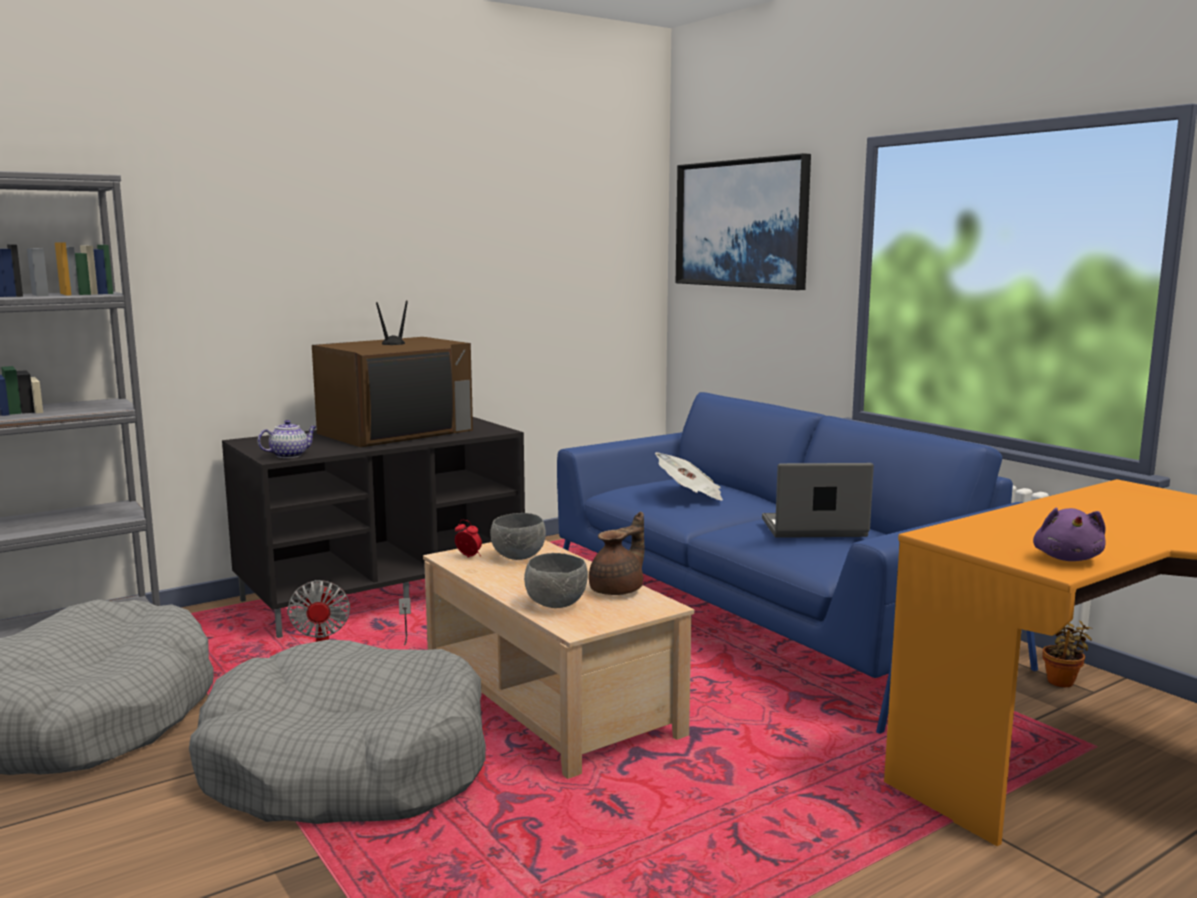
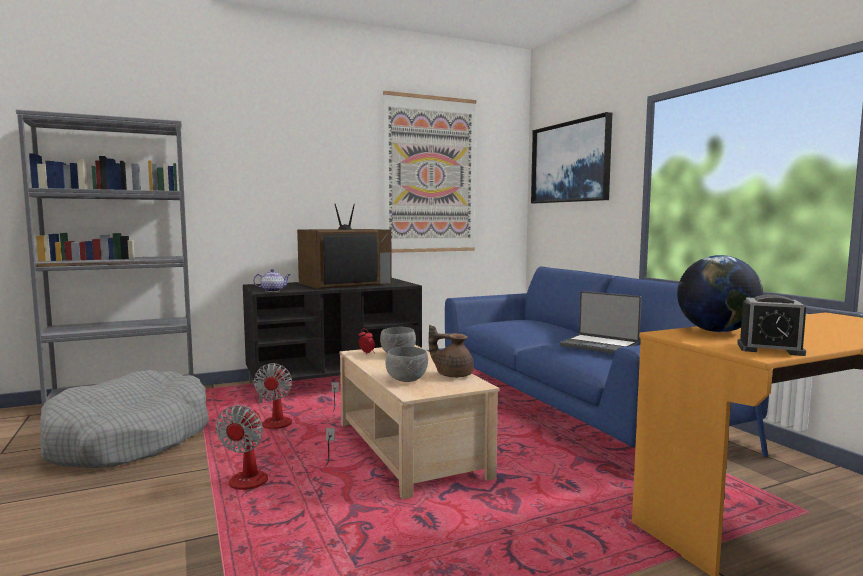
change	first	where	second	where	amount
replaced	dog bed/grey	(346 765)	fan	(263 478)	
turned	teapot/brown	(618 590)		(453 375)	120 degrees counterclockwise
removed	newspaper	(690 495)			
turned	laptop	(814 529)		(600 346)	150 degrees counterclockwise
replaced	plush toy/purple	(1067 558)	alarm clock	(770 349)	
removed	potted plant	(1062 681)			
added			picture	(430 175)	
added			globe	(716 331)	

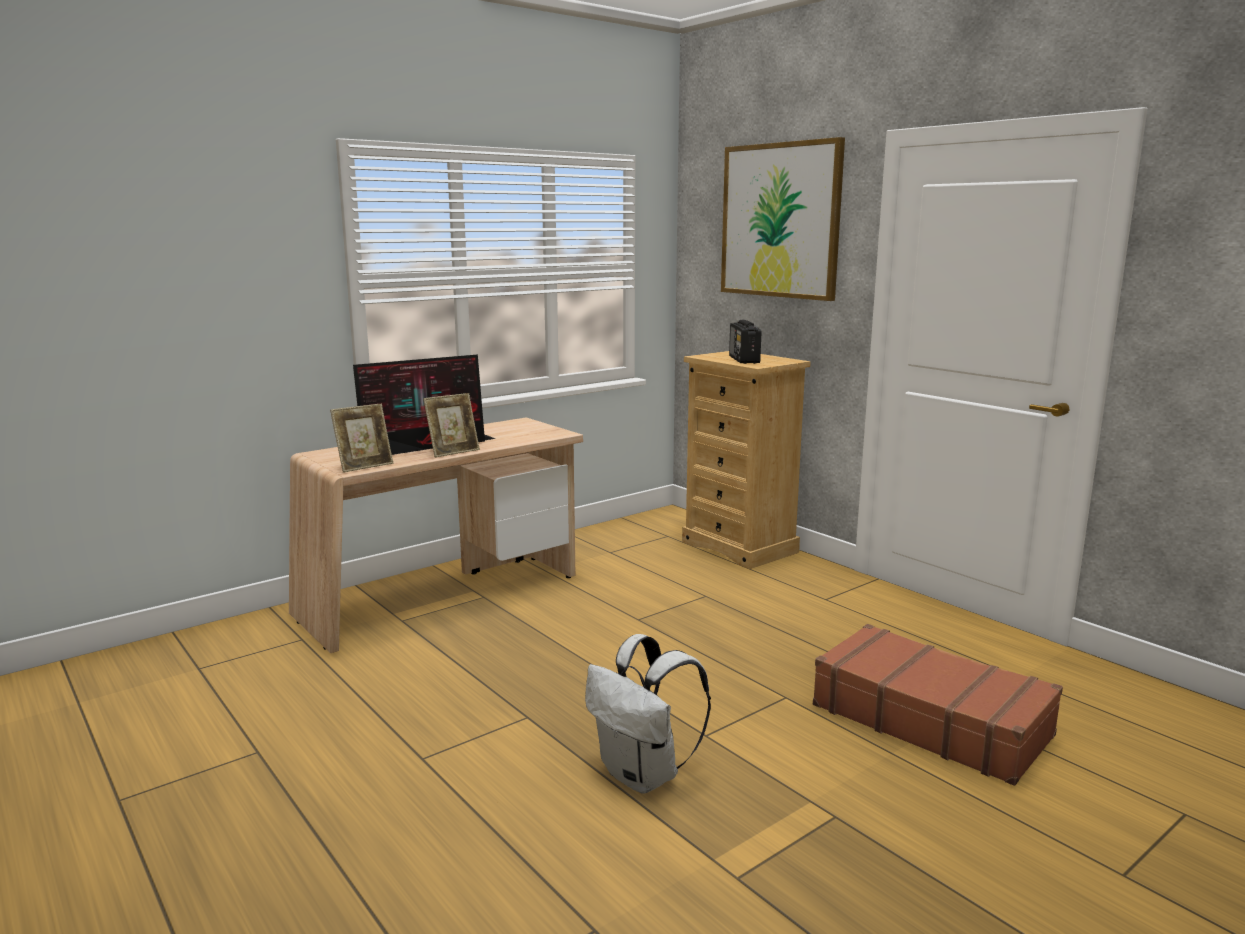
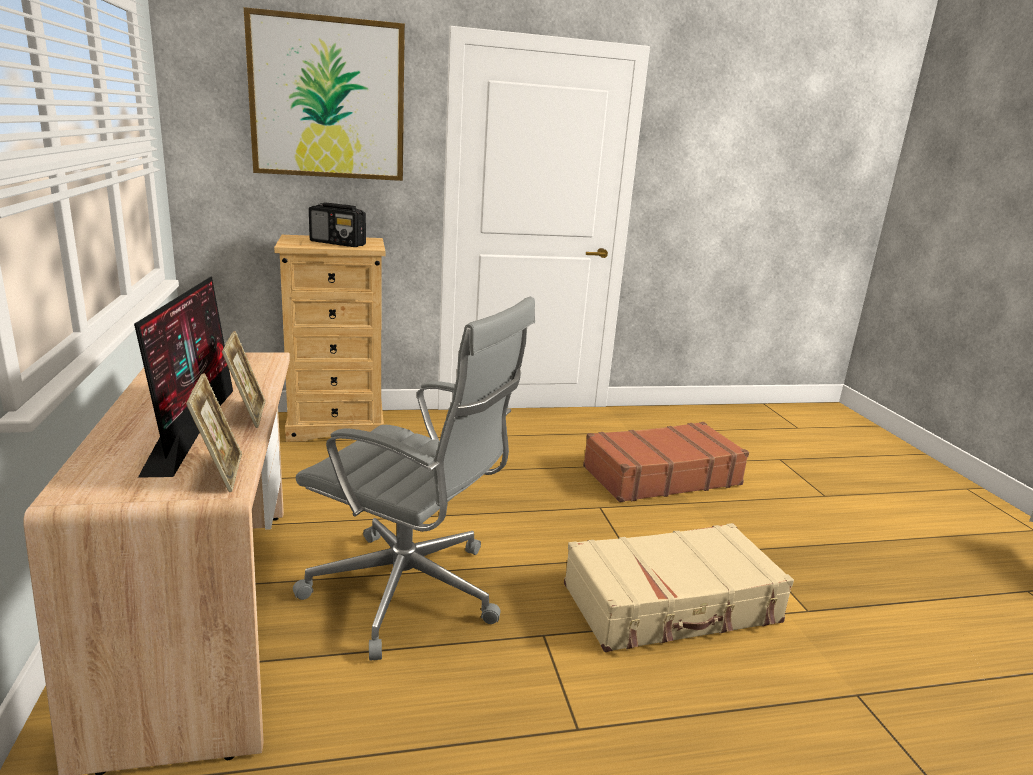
change	first	where	second	where	amount
replaced	backpack/white	(643 775)	suitcase/beige	(672 605)	
added			office chair/grey	(410 593)	

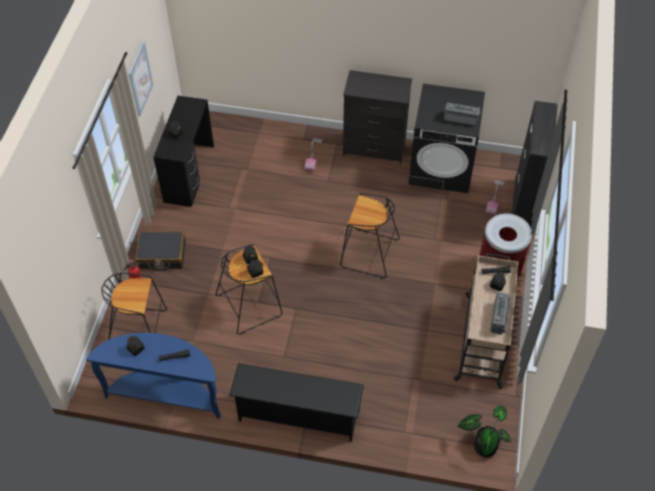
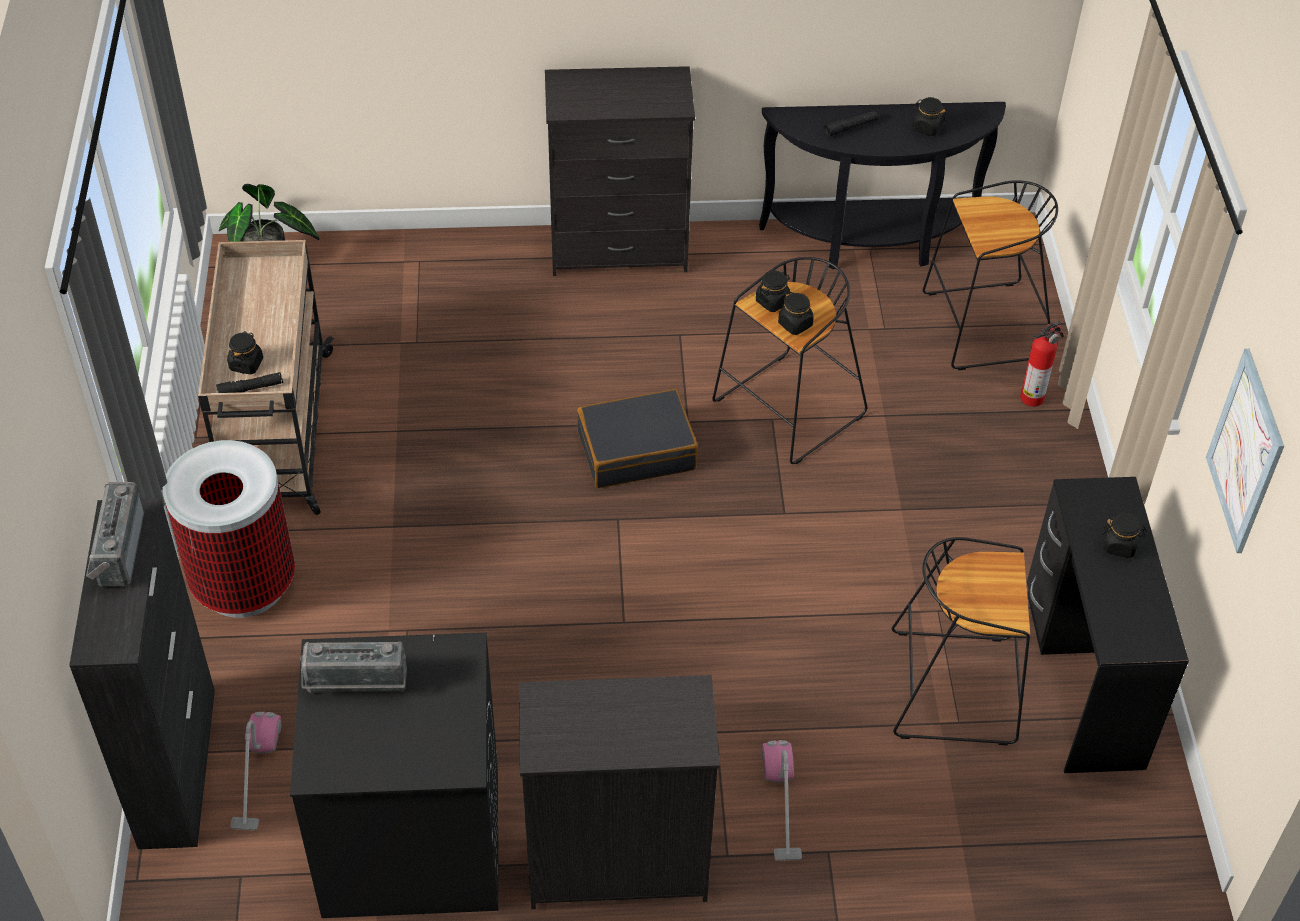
change	first	where	second	where	amount
recoloured	console table/blue	(166 394)	console table/black	(872 243)	
moved	suitcase/black	(162 255)		(636 450)	
replaced	shoe rack/black	(297 417)	dresser/black	(620 250)	
moved	stool/black	(368 253)		(955 686)	
moved	radio	(500 318)		(116 549)	

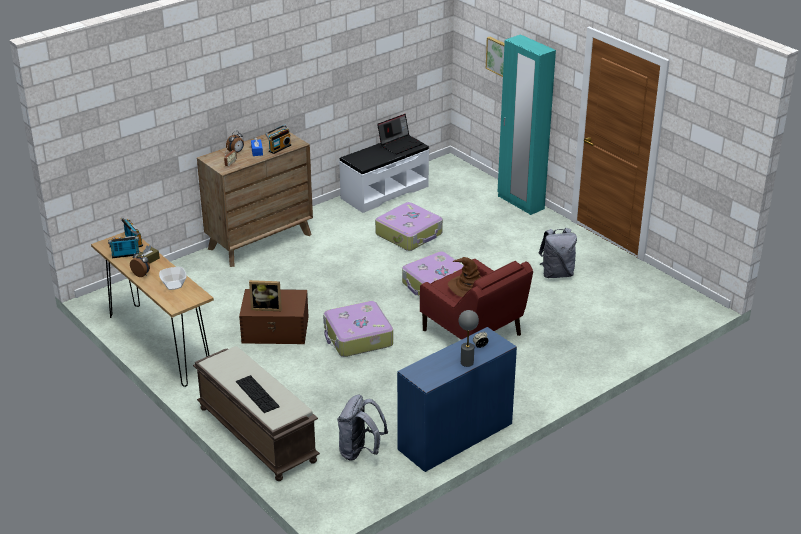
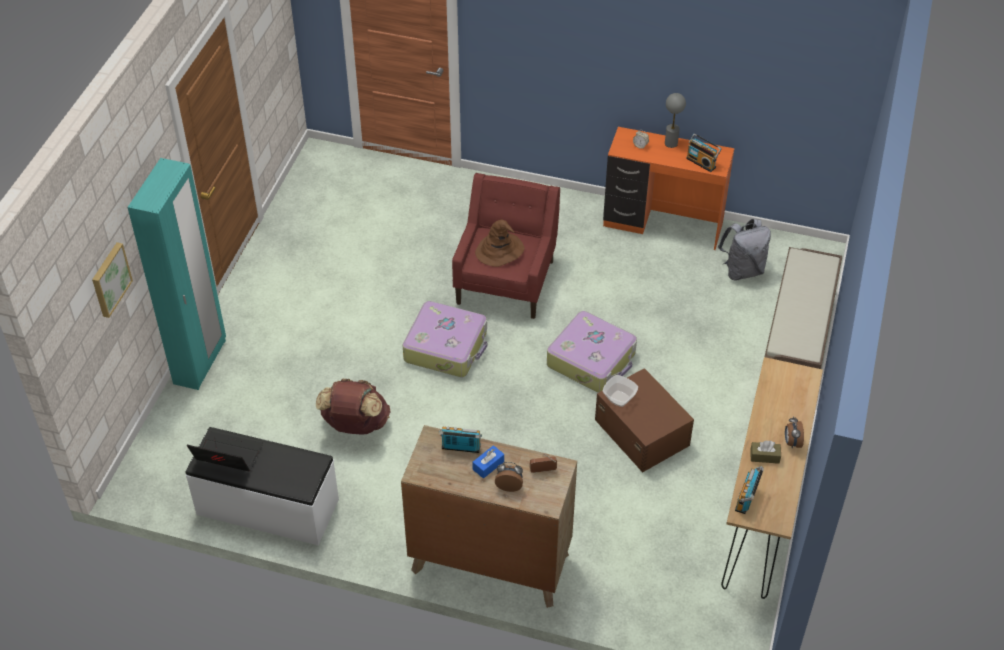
change	first	where	second	where	amount
moved	radio	(125 255)		(702 162)	
moved	bowl	(174 285)		(619 398)	
removed	keyboard	(257 394)			
removed	picture frame	(267 307)			
replaced	suitcase	(409 234)	backpack/brown	(355 425)	
recoloured	desk/blue	(454 436)	desk/orange	(663 225)	
removed	backpack/grey	(557 274)			

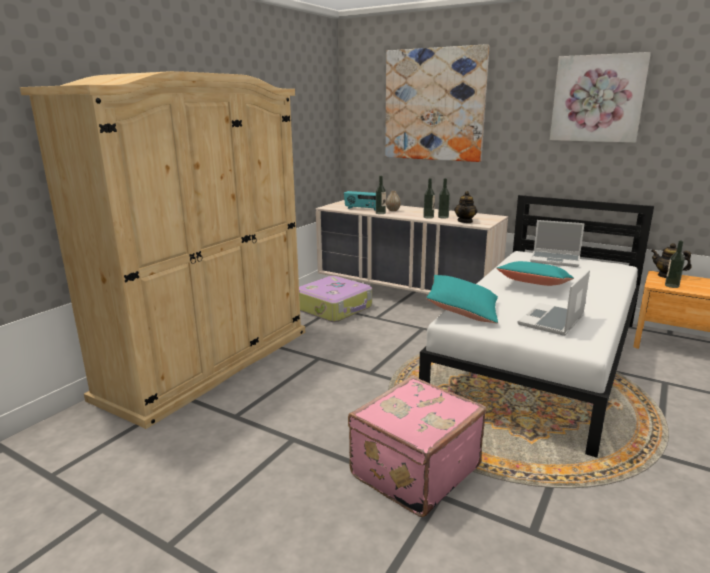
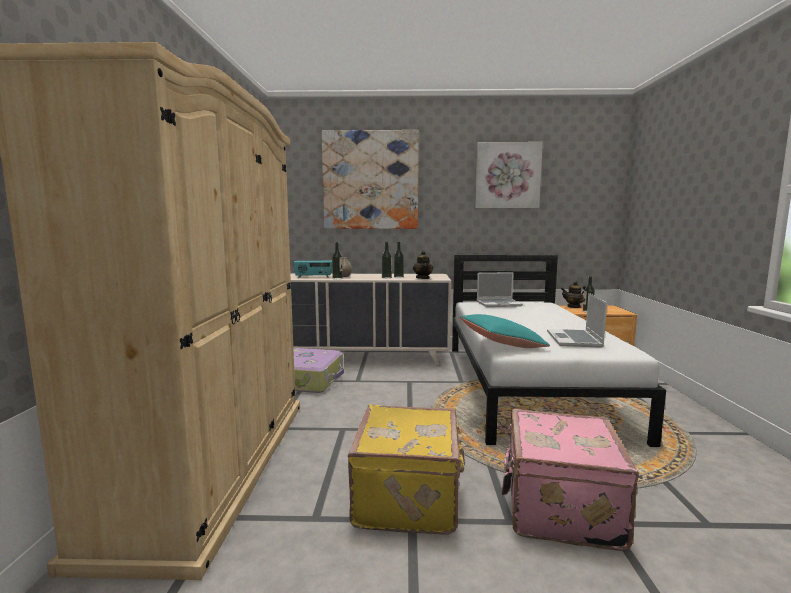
change	first	where	second	where	amount
removed	pillow/turquoise	(534 285)			
added			suitcase/yellow	(409 497)	

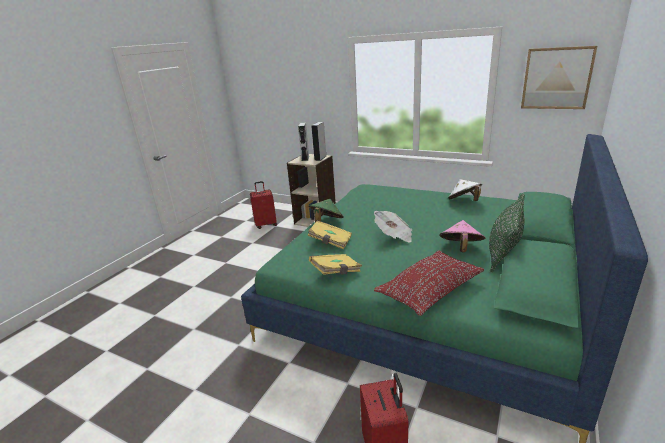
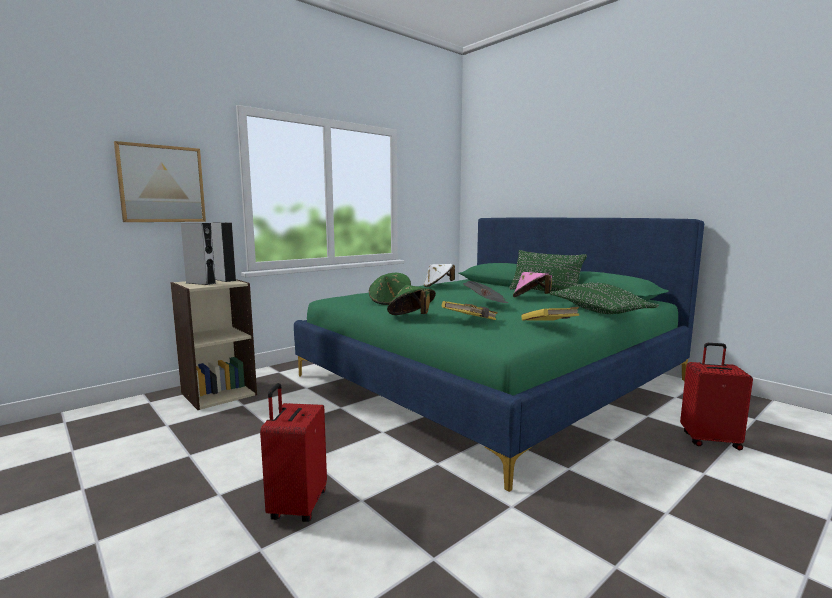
change	first	where	second	where	amount
moved	suitcase/red	(266 224)		(297 506)	
recoloured	pillow/red	(429 290)	pillow/green	(599 311)	
moved	picture	(556 78)		(162 184)	
added			hat/green	(390 301)	

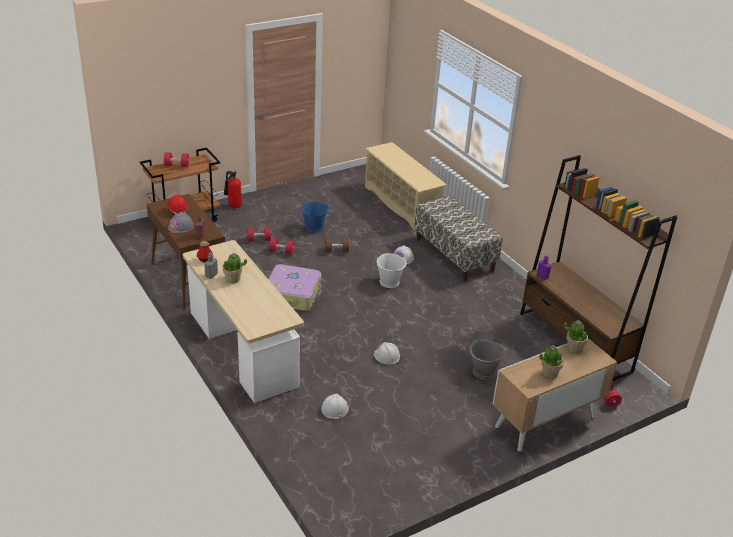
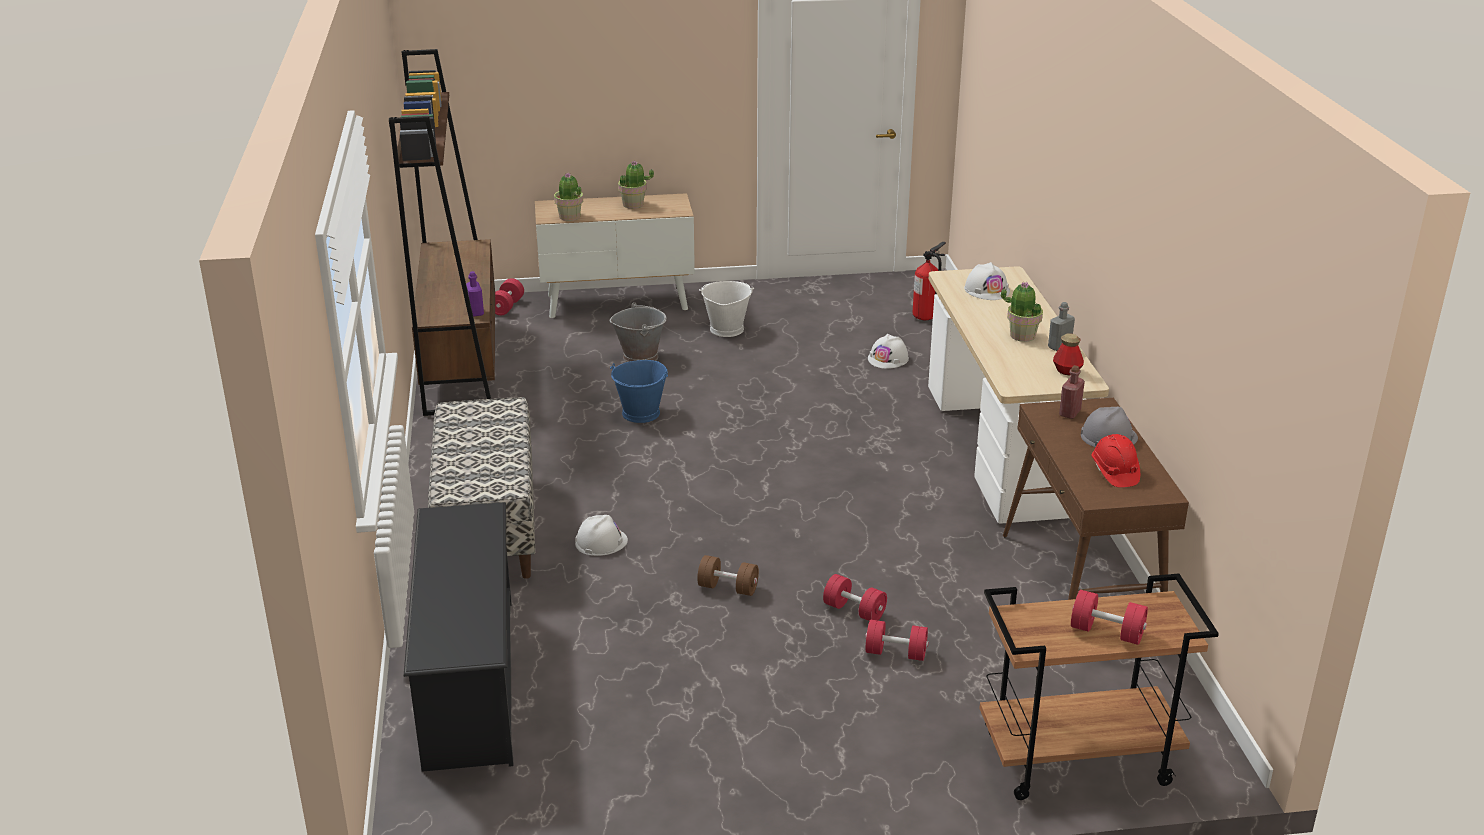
change	first	where	second	where	amount
moved	fire extinguisher	(233 205)		(928 319)	
removed	suitcase	(293 294)			
moved	bucket/blue	(313 227)		(641 413)	
recoloured	shoe rack/beige	(401 204)	shoe rack/black	(469 681)	
moved	hard hat/white	(386 356)		(987 290)	
moved	bucket/white	(389 282)		(726 329)	

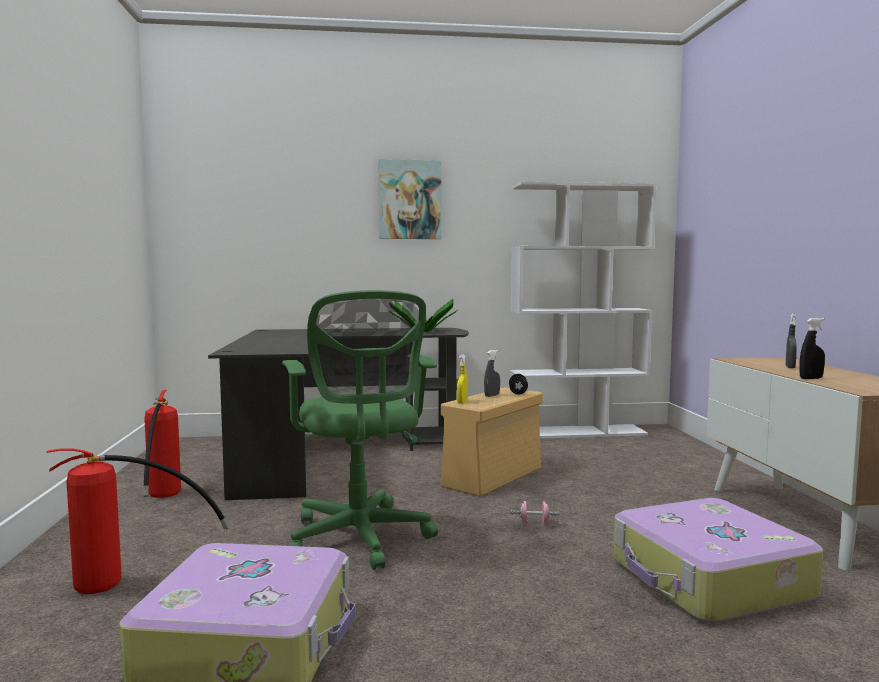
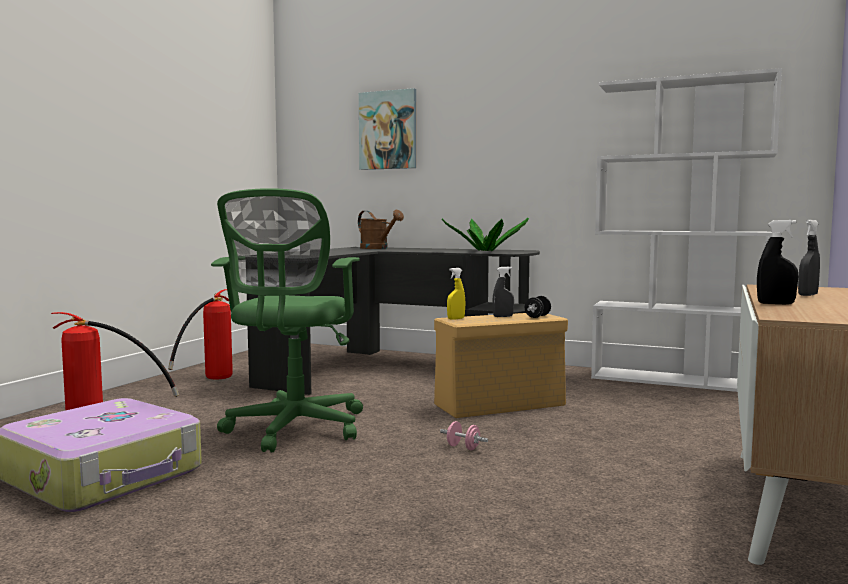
change	first	where	second	where	amount
moved	picture	(410 200)		(388 130)	
removed	suitcase	(708 580)			
added			watering can/brown	(378 248)	

